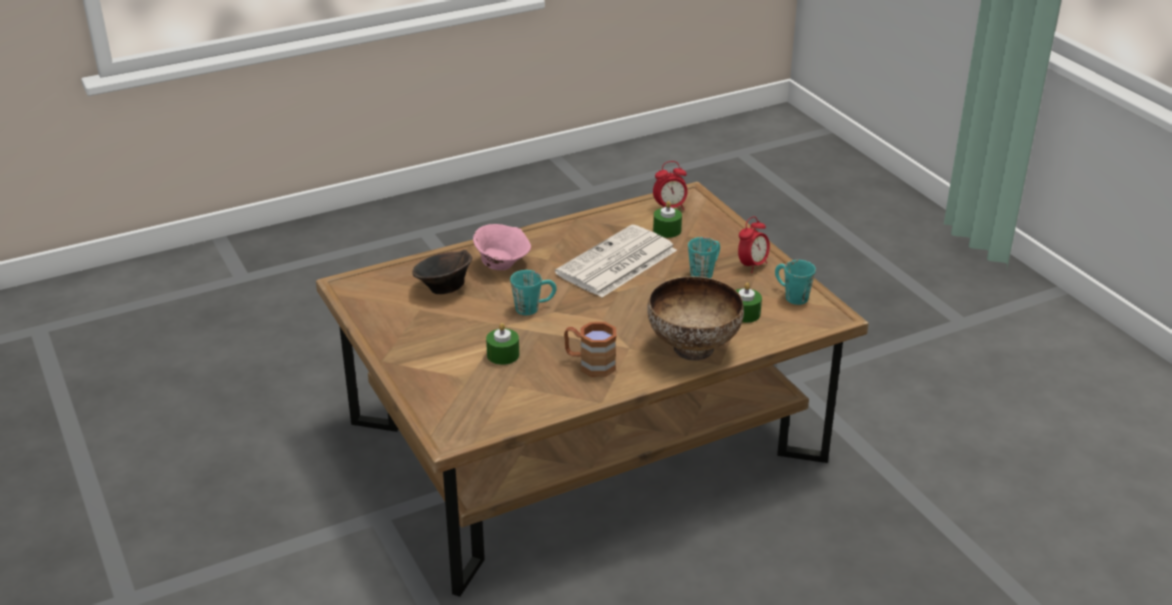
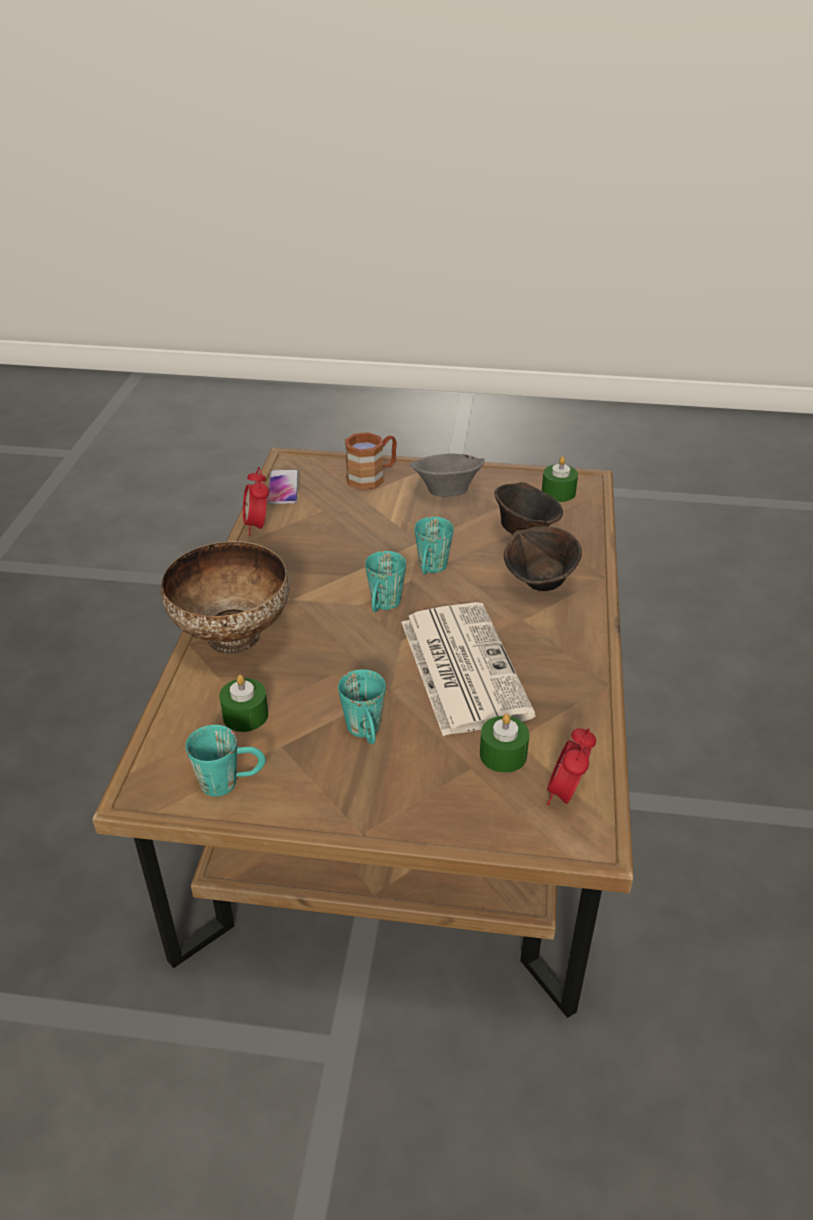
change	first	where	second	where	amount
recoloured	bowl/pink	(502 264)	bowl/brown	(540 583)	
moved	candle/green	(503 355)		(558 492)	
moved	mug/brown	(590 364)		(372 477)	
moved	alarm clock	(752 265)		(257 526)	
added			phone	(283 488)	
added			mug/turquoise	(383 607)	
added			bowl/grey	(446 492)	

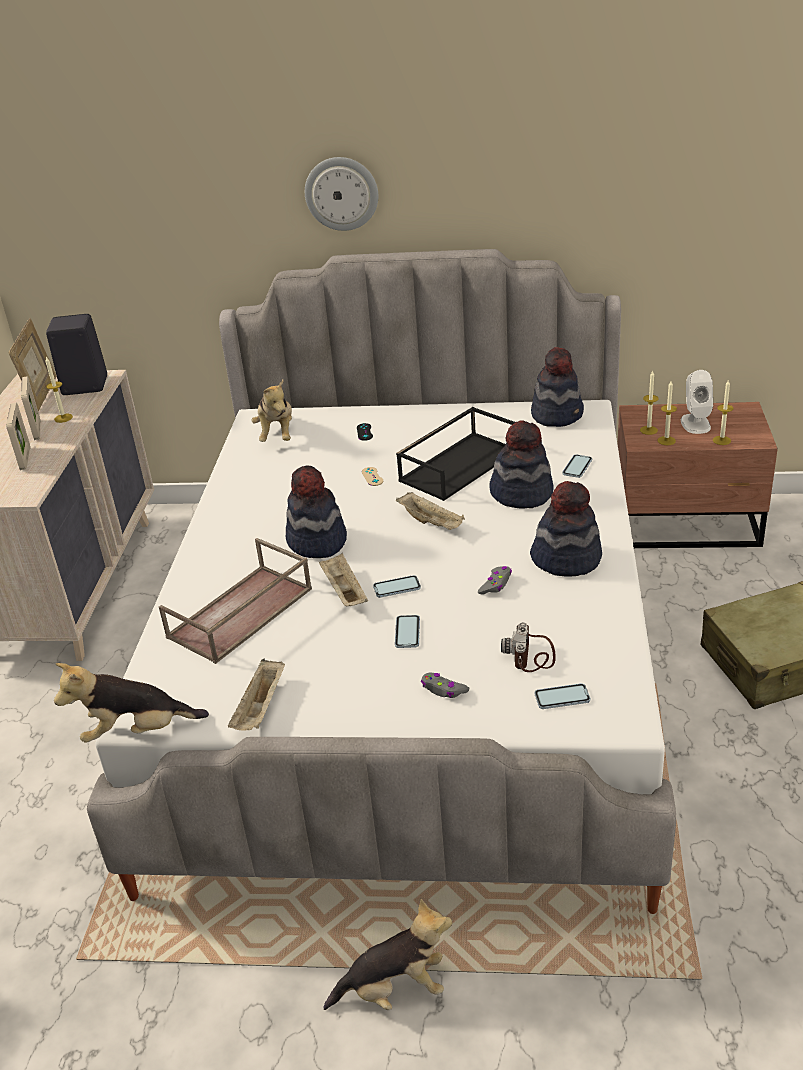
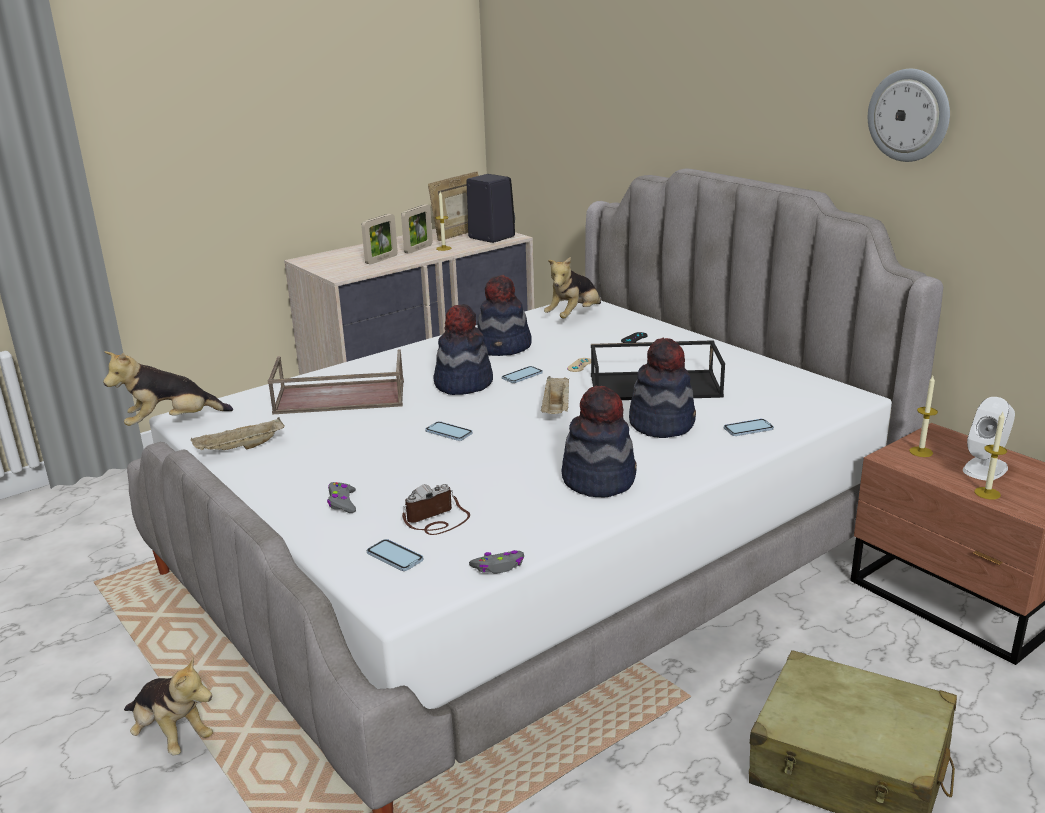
change	first	where	second	where	amount
turned	plush toy	(137 732)		(171 423)	60 degrees counterclockwise
moved	wall clock	(341 193)		(909 115)	
removed	tray/beige	(344 592)			
moved	phone	(407 633)		(522 376)	
moved	game controller/grey	(496 584)		(499 567)	
moved	hat	(557 415)		(504 347)	
removed	candle	(666 440)			

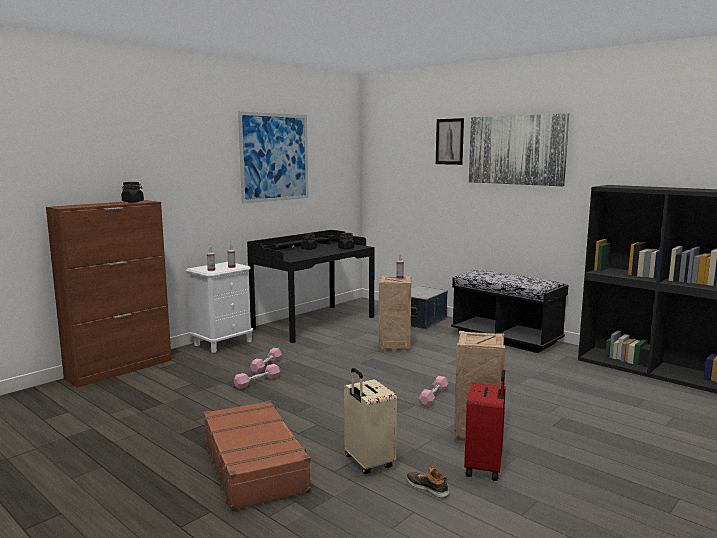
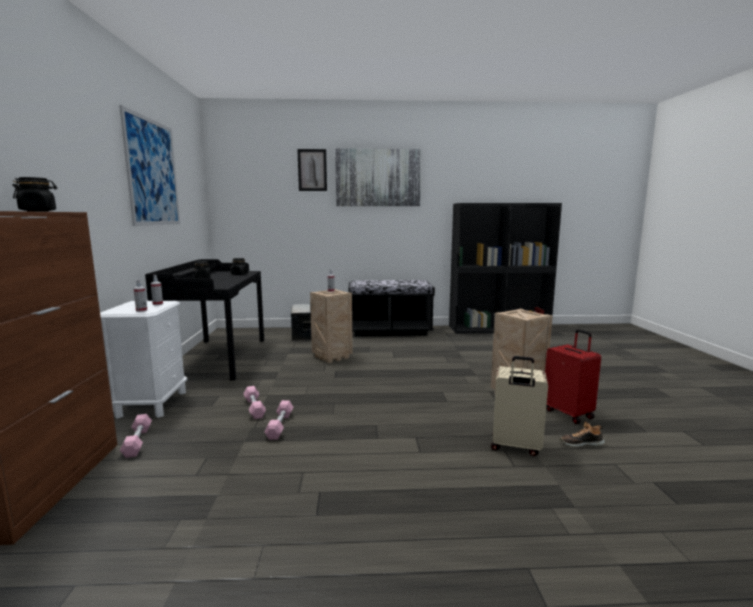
change	first	where	second	where	amount
removed	suitcase/brown	(255 465)			
moved	dumbbell/pink	(433 397)		(137 442)	

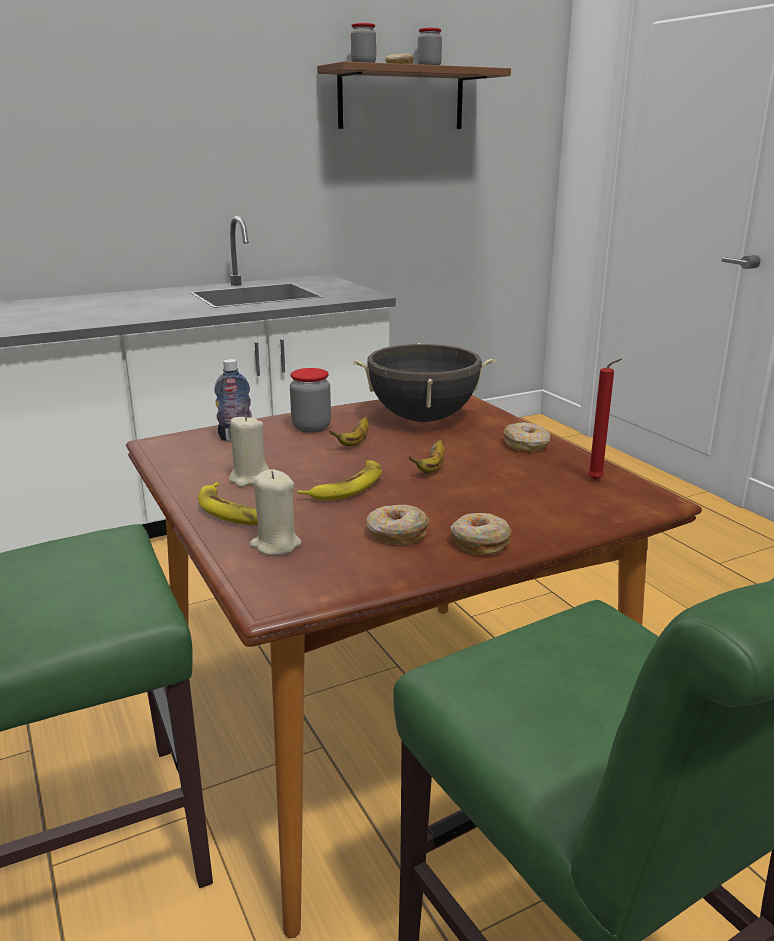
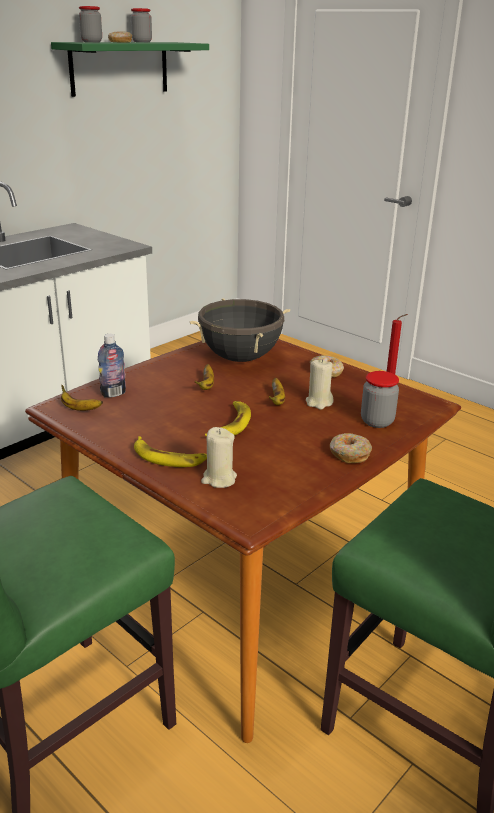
change	first	where	second	where	amount
moved	candle/beige	(249 479)		(319 402)	
moved	jar	(311 427)		(377 421)	
recoloured	shelf/brown	(401 99)	shelf/green	(119 68)	
removed	donut	(396 534)			
added			banana	(79 409)	

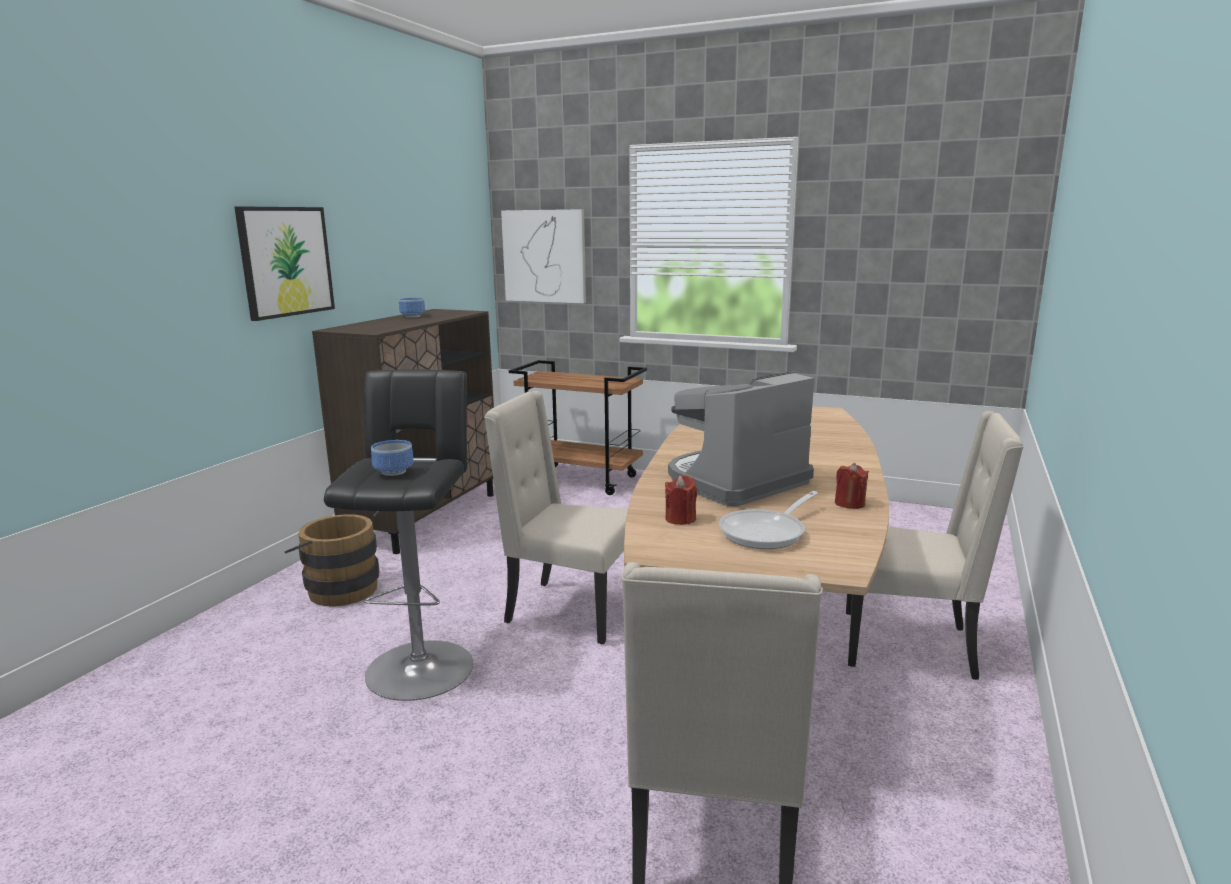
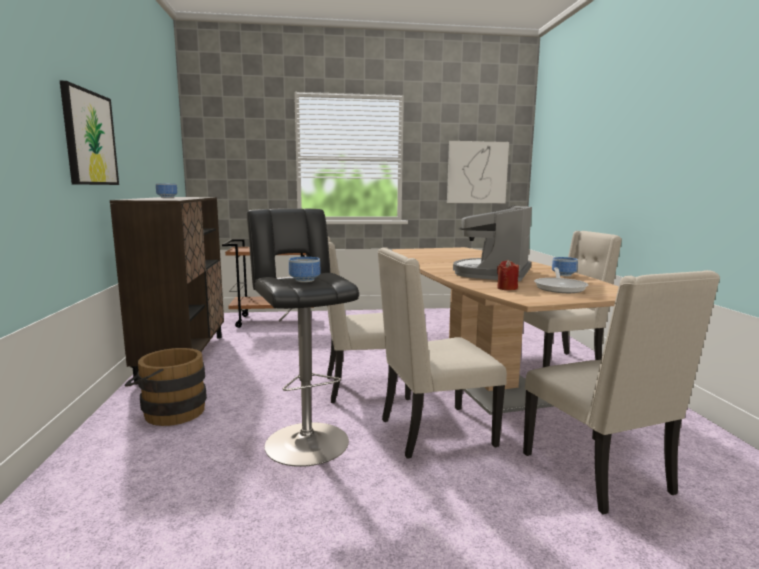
change	first	where	second	where	amount
moved	picture	(544 256)		(477 172)	
replaced	candle/red	(849 503)	bowl	(564 275)	
added			chair/beige	(434 432)	

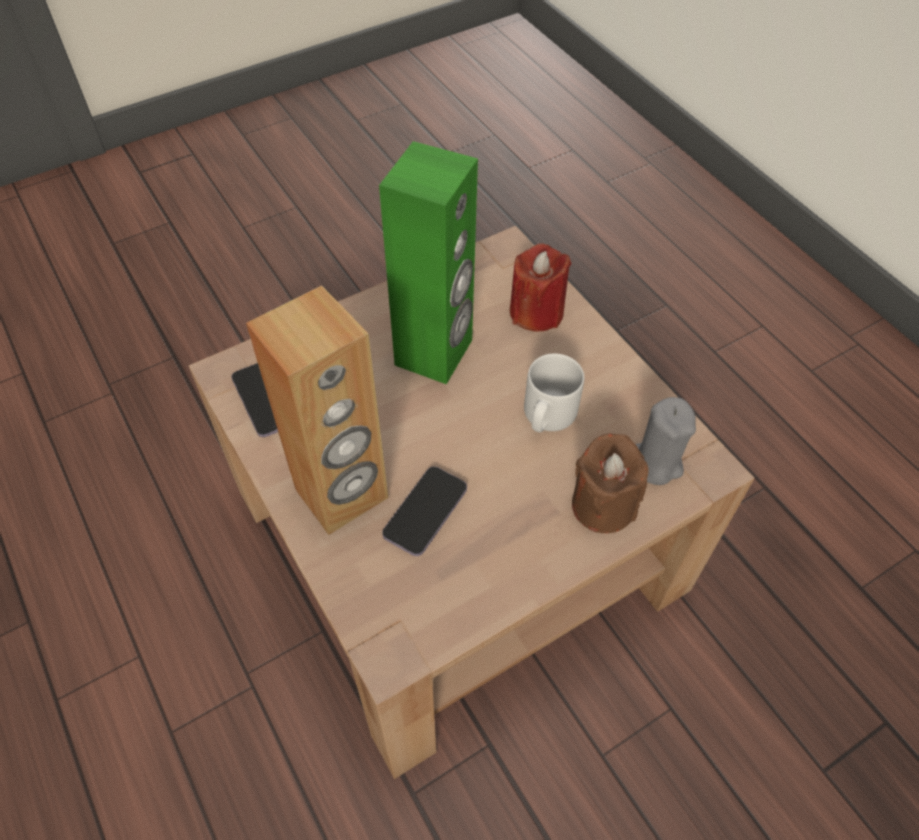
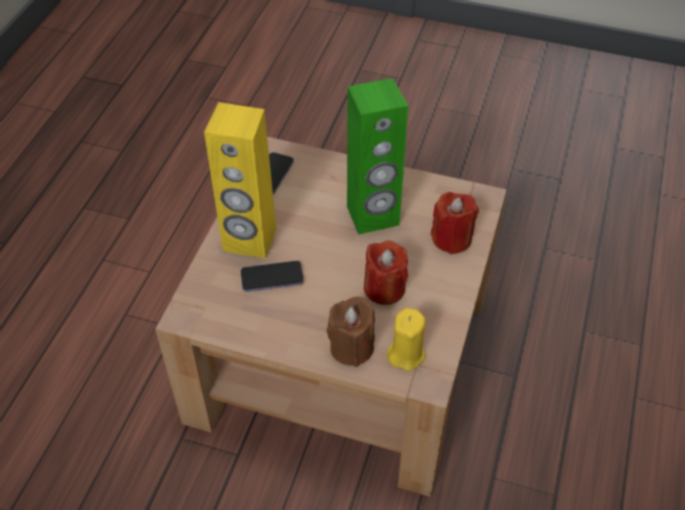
change	first	where	second	where	amount
recoloured	speaker/brown	(342 494)	speaker/yellow	(249 240)	
replaced	mug/grey	(547 416)	candle/red	(384 288)	
recoloured	candle/grey	(655 462)	candle/yellow	(406 354)	

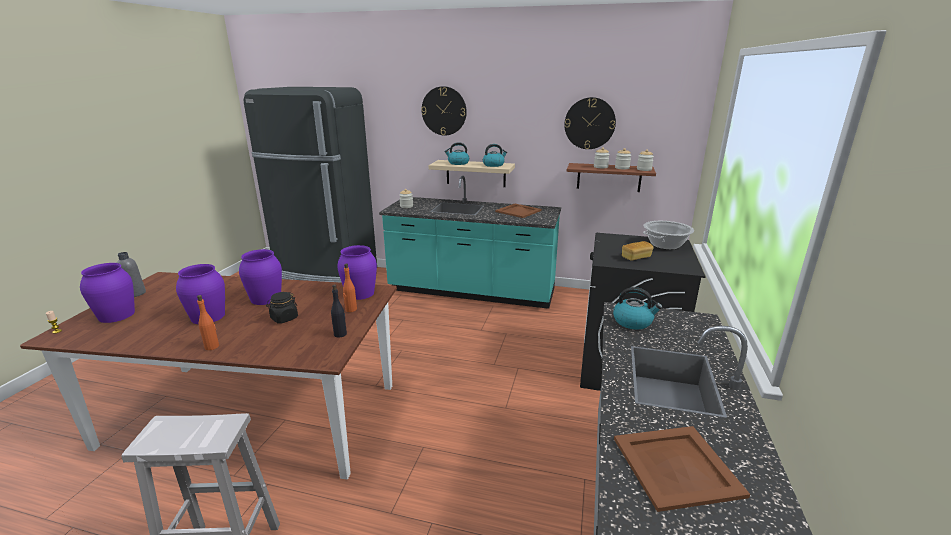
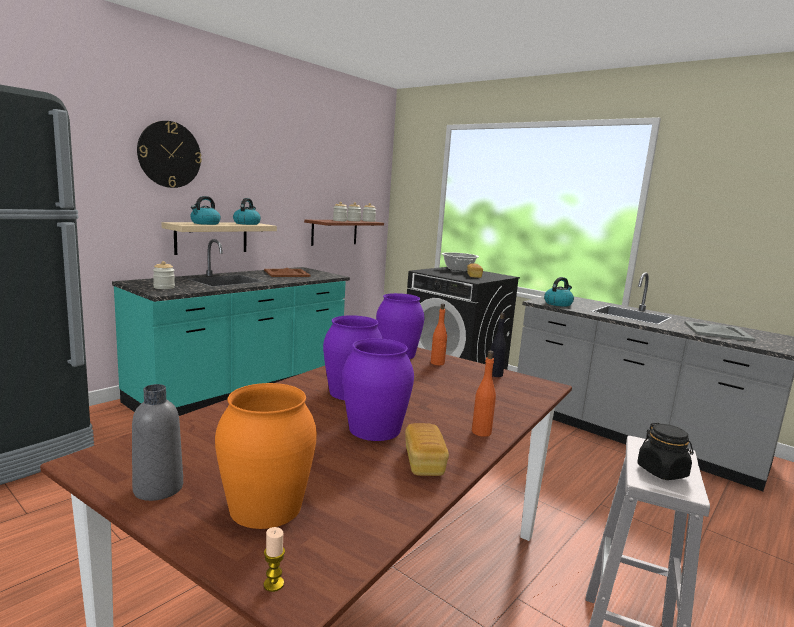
change	first	where	second	where	amount
recoloured	vase/purple	(116 315)	vase/orange	(266 507)	
moved	jar/black	(284 318)		(662 472)	
removed	wall clock	(589 123)			
recoloured	tray/brown	(675 466)	tray/grey	(717 332)	
added			bread	(424 463)	

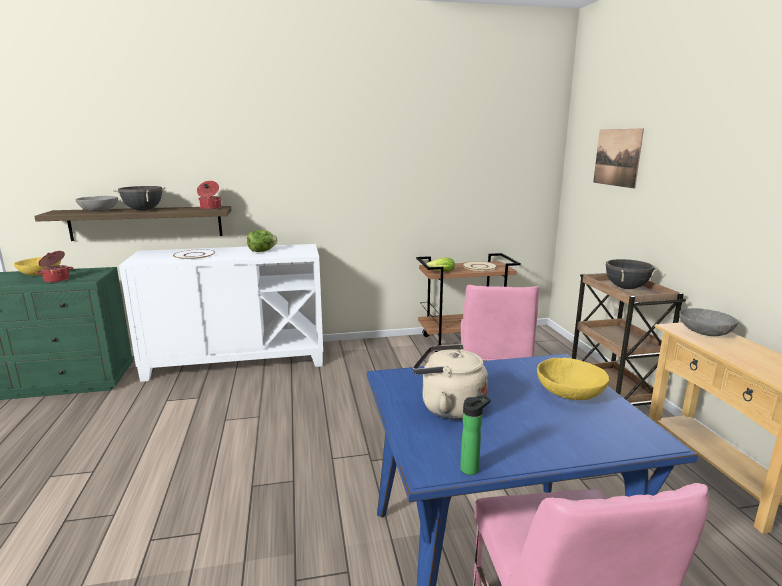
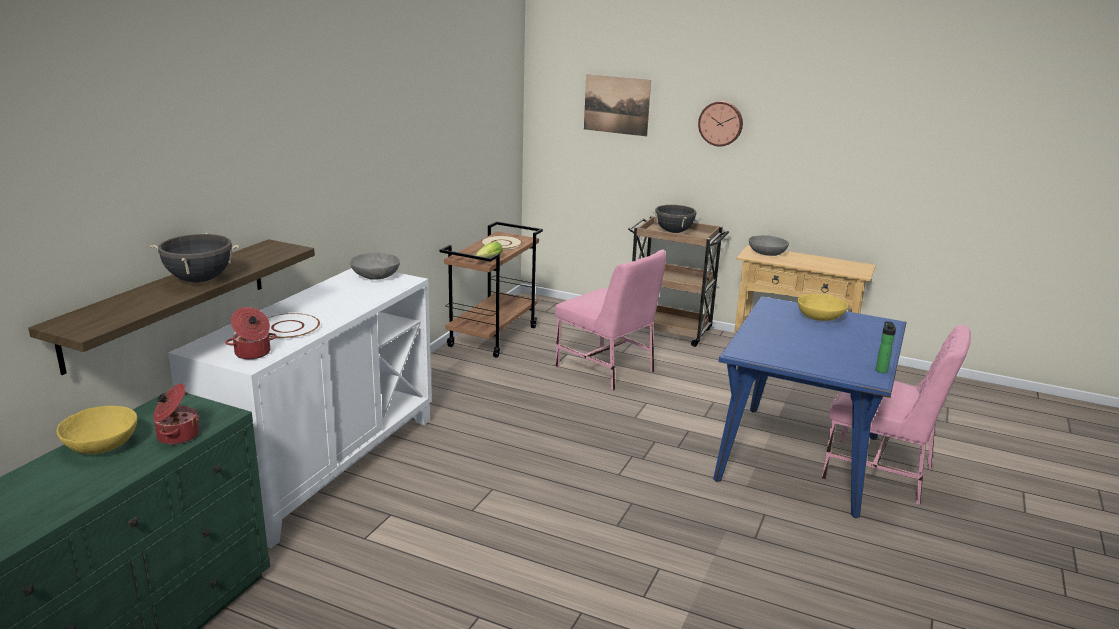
change	first	where	second	where	amount
moved	bowl/grey	(99 211)		(375 276)	
moved	cooking pot	(210 208)		(253 353)	
removed	lettuce	(262 251)			
removed	kettle/beige	(448 407)			
added			wall clock	(721 123)	

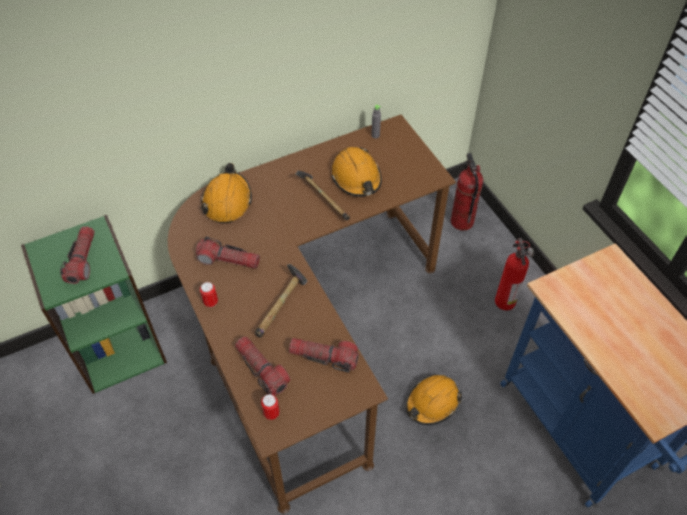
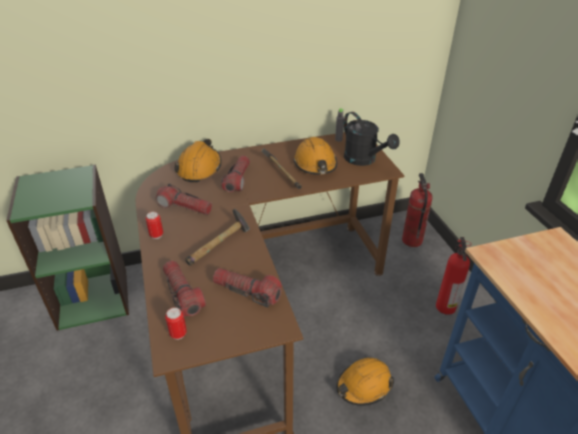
change	first	where	second	where	amount
moved	flashlight	(82 260)		(237 180)	
added			watering can/black	(364 160)	

